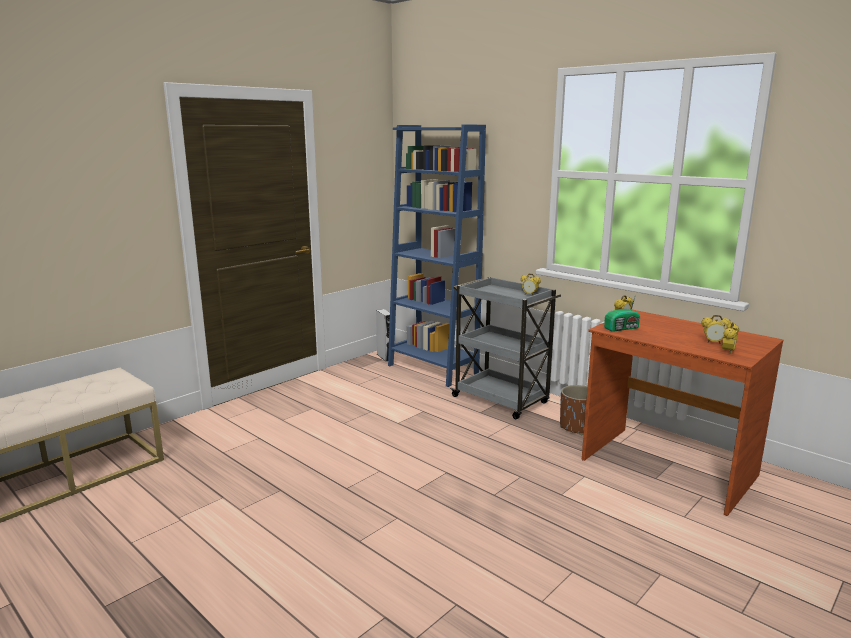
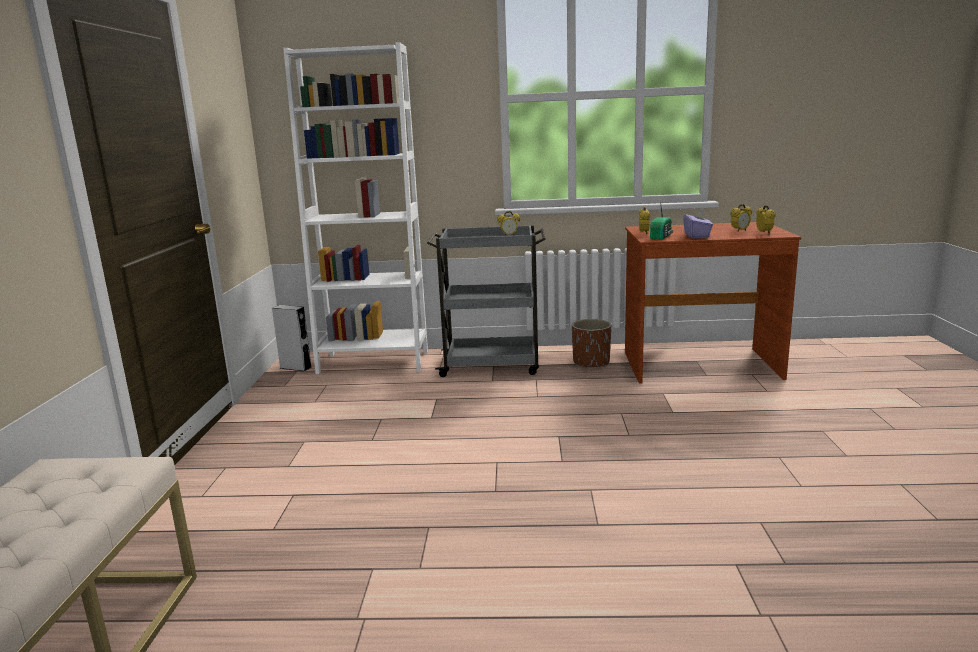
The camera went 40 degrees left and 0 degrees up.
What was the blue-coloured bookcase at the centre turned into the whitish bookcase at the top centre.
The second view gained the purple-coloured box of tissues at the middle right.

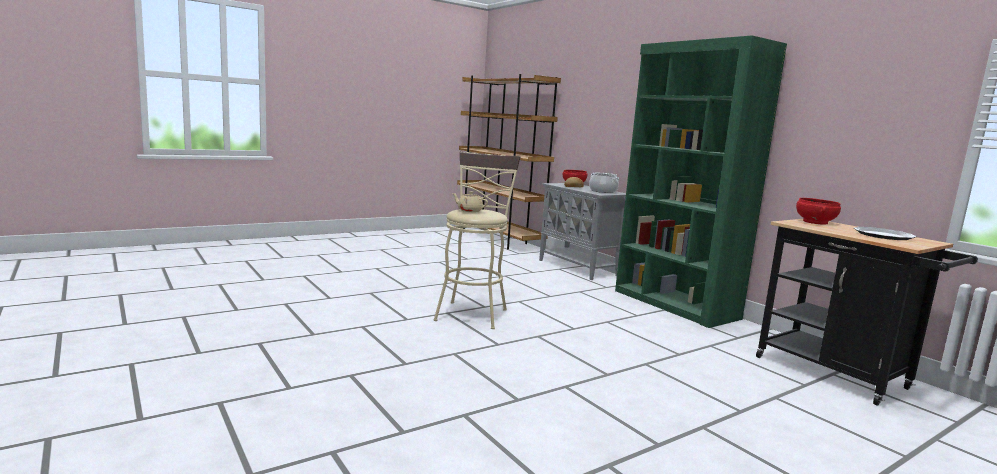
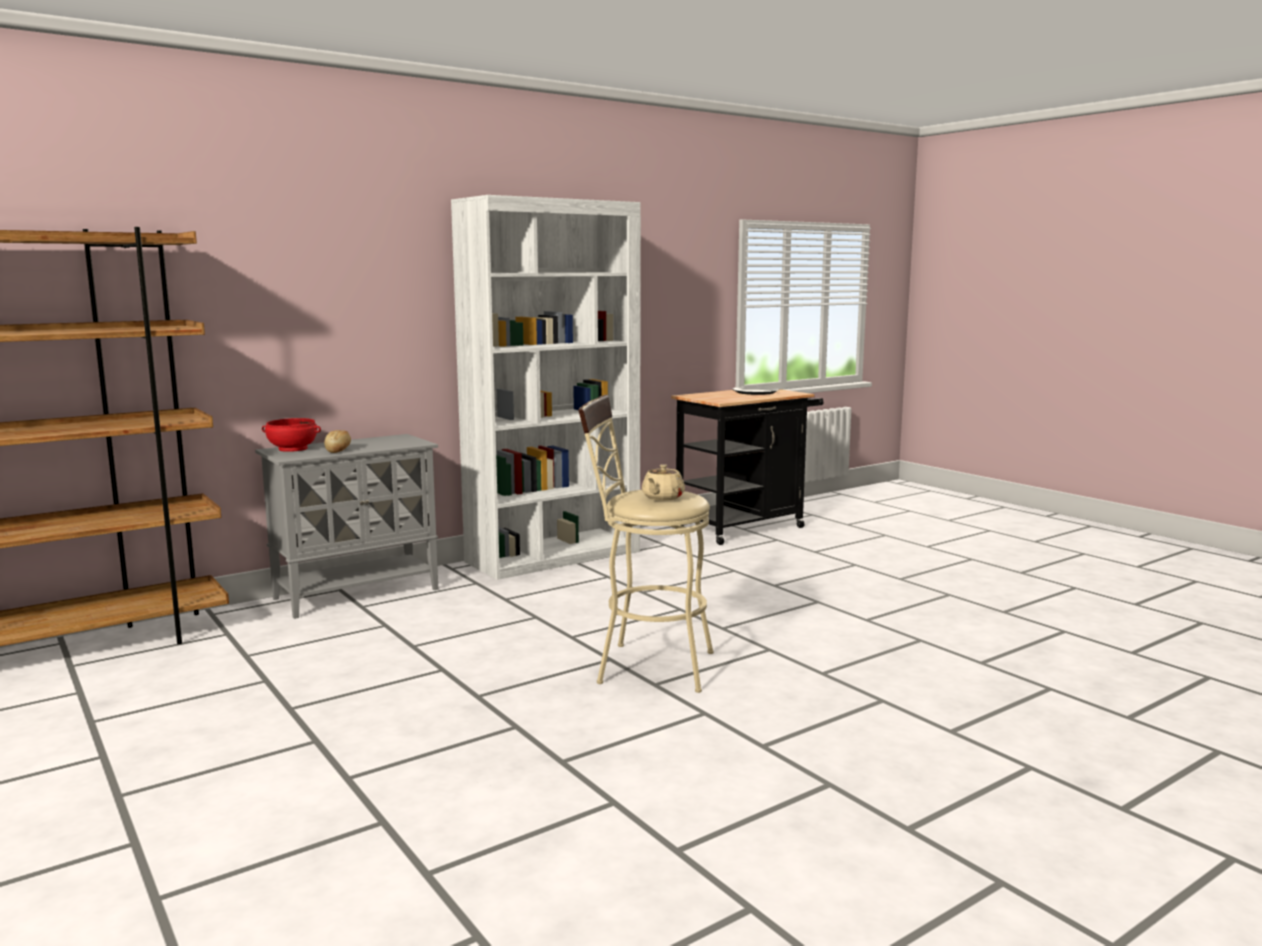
The camera went 90 degrees left and 0 degrees up.
What was the greenish bookcase at the middle right turned into the whitish bookcase at the centre.
The second view lost the saucepot at the centre.
The second view lost the red bowl (2nd from left) at the middle right.

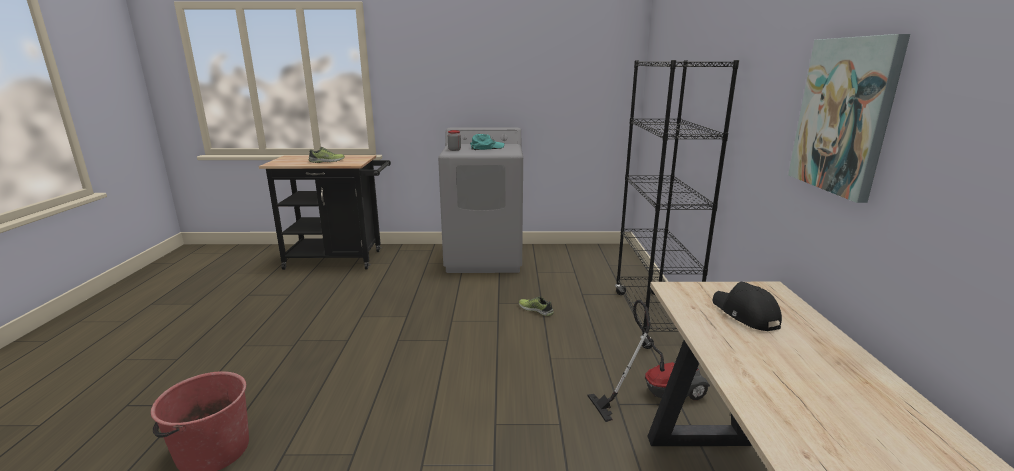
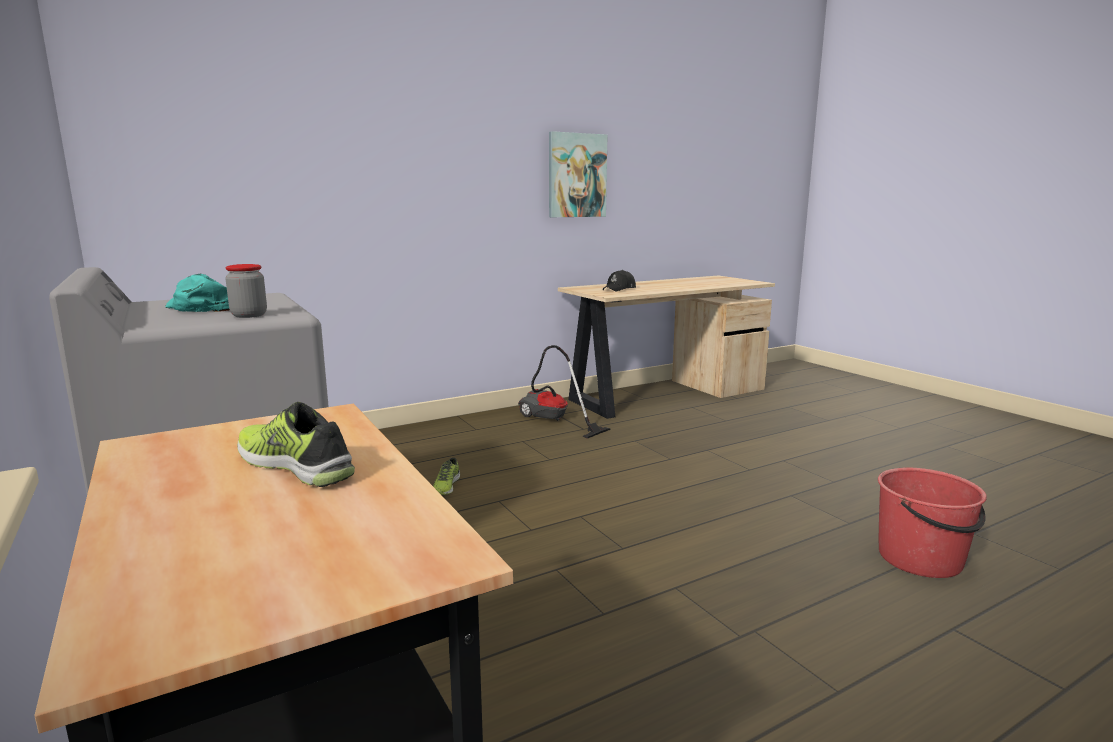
The camera went 120 degrees left and 5 degrees down.
The second view lost the black-coloured bookcase at the middle right.

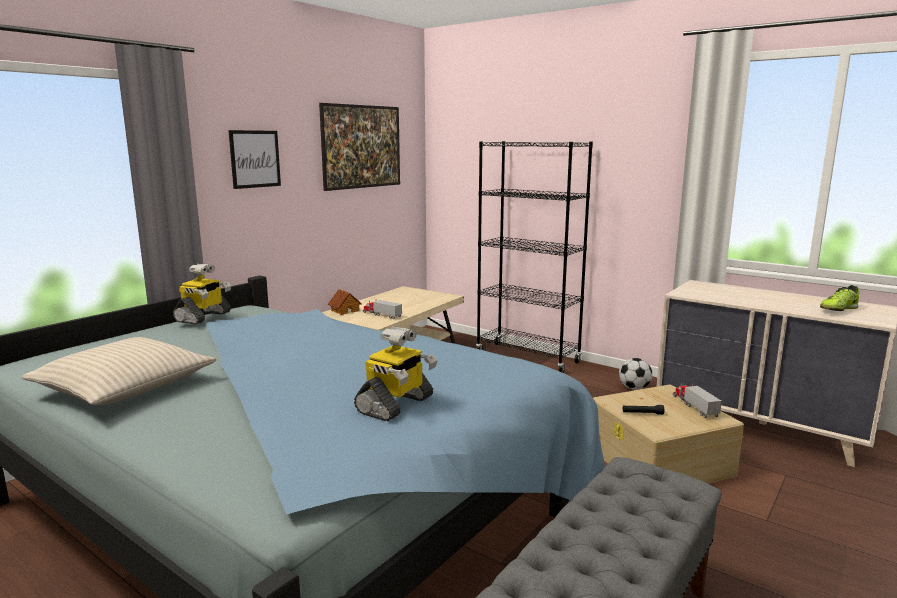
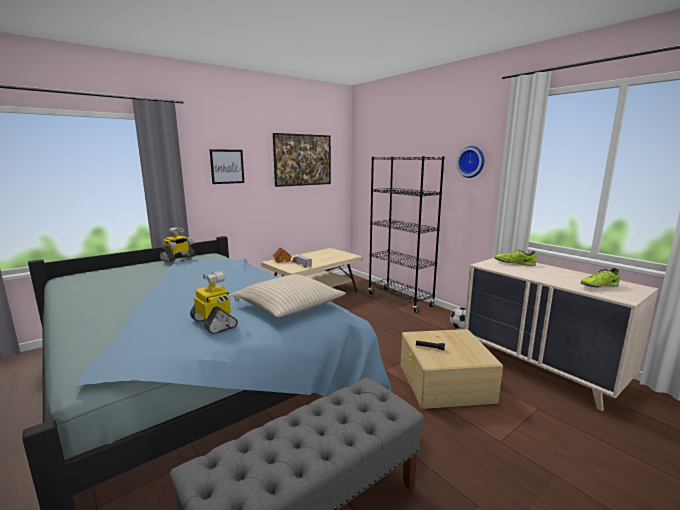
The camera went 15 degrees right and 0 degrees up.
The model robot (2nd from left) at the centre ended up facing another way, 90 degrees counterclockwise from before.
The beige pillow ended up elsewhere, having gone from the middle left to the centre.
The second view lost the toy lorry (2nd from left) at the bottom right.
The second view gained the hanging clock at the top right.
The second view gained the shoe (1st from left) at the middle right.

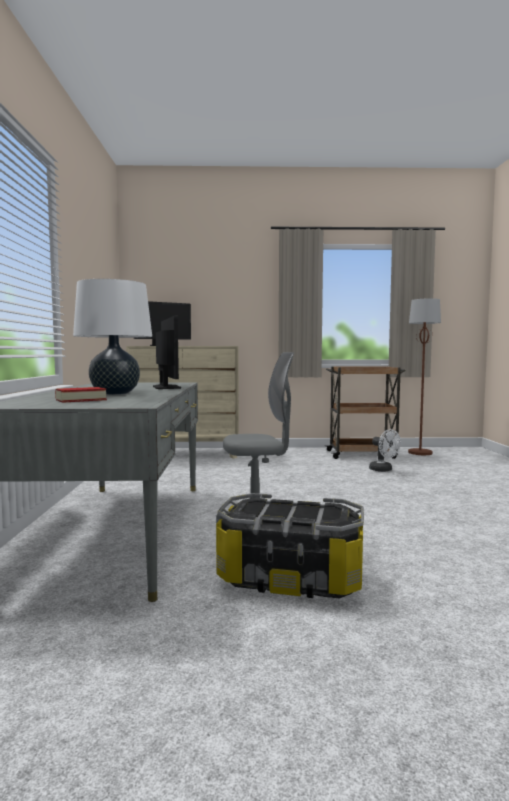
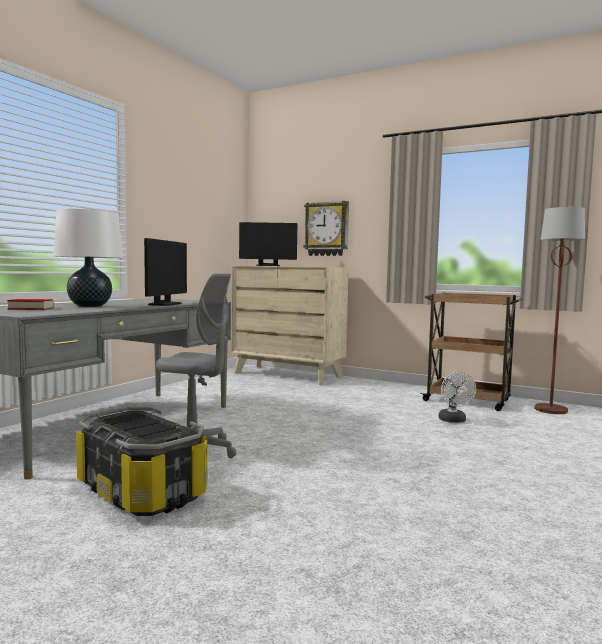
The camera went 30 degrees right and 0 degrees up.
The second view gained the hanging clock at the centre.

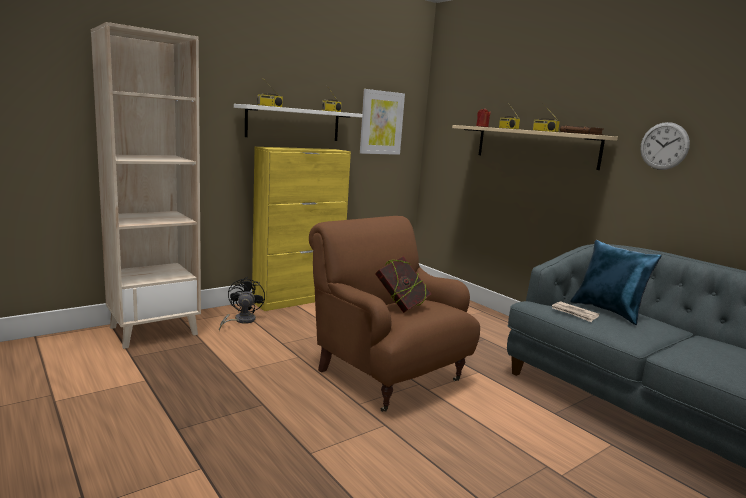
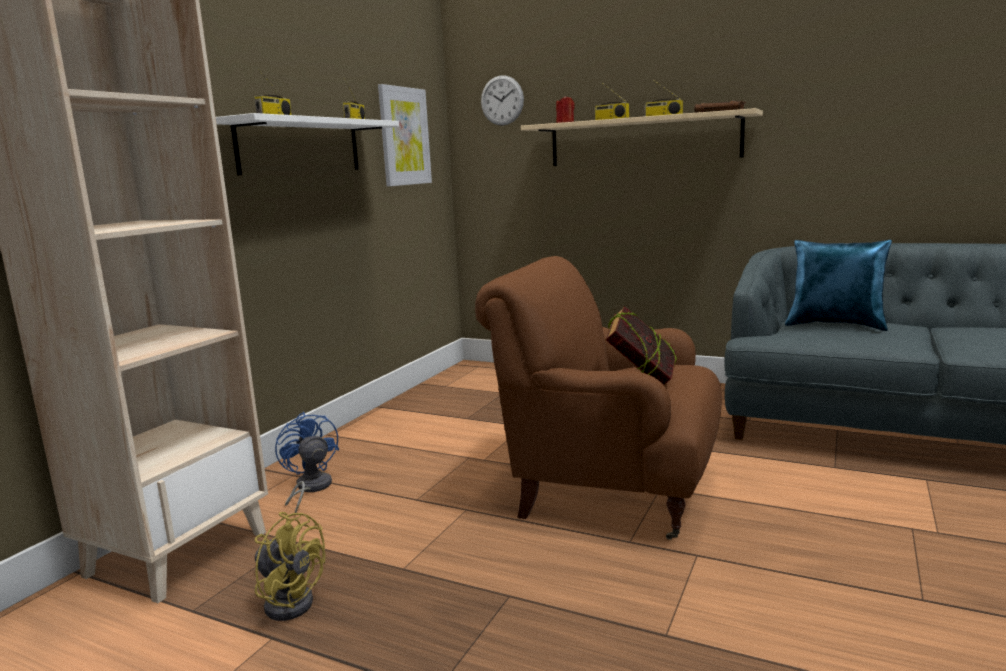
The camera went 25 degrees left and 0 degrees up.
The hanging clock ended up elsewhere, having gone from the top right to the top centre.
The second view lost the yellowish cupboard at the centre.
What was the black-coloured electric fan at the middle left turned into the blue-coloured electric fan at the bottom left.
The second view lost the newspaper at the middle right.
The second view gained the yellowish electric fan at the bottom left.

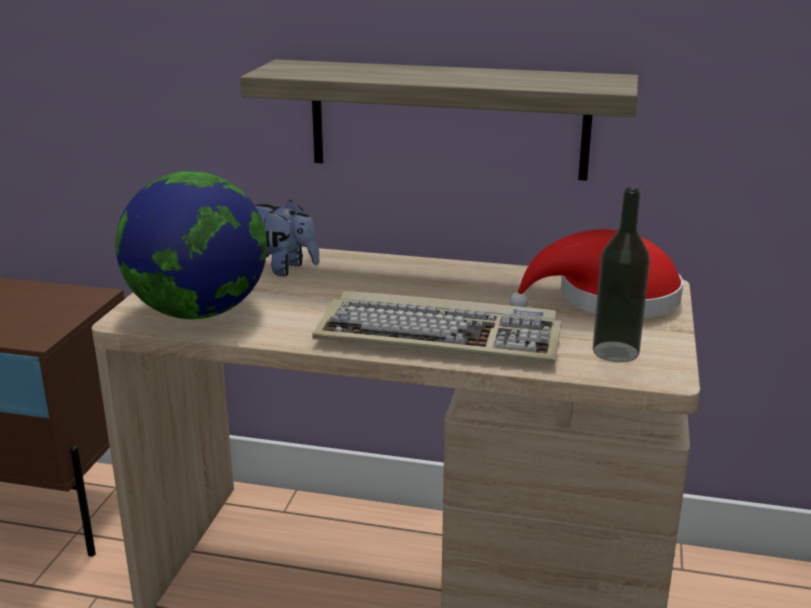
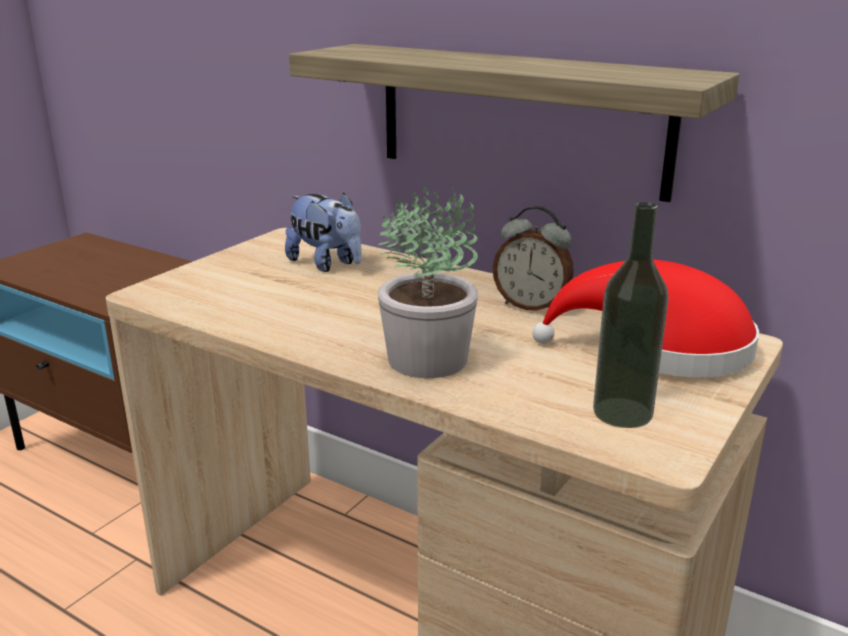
The camera went 20 degrees right and 0 degrees up.
The second view lost the world globe at the middle left.
Where the computer keyboard stood at the centre, the houseplant came to stand at the centre.
The second view gained the table clock at the centre.

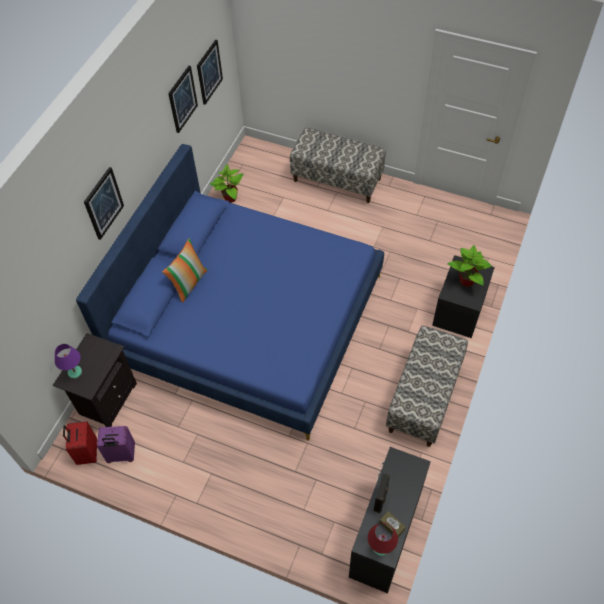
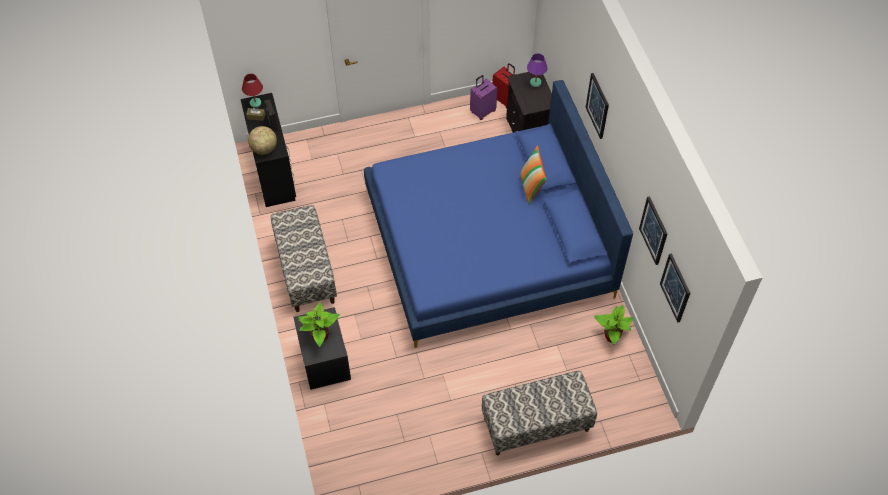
The camera went 140 degrees right and 0 degrees up.
The second view gained the world globe at the top left.

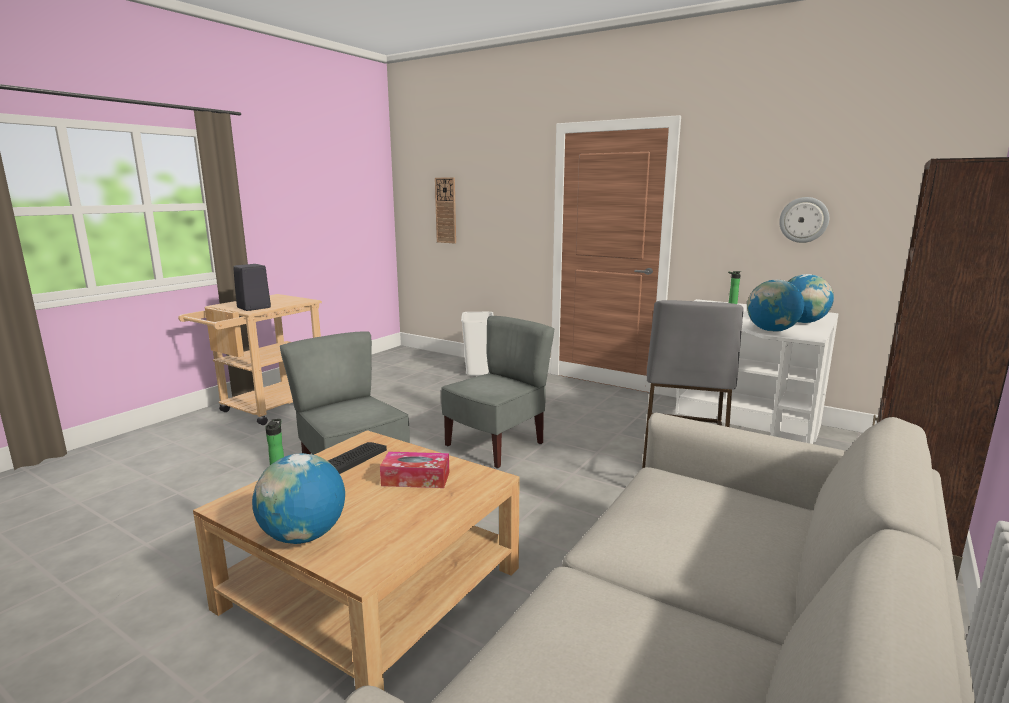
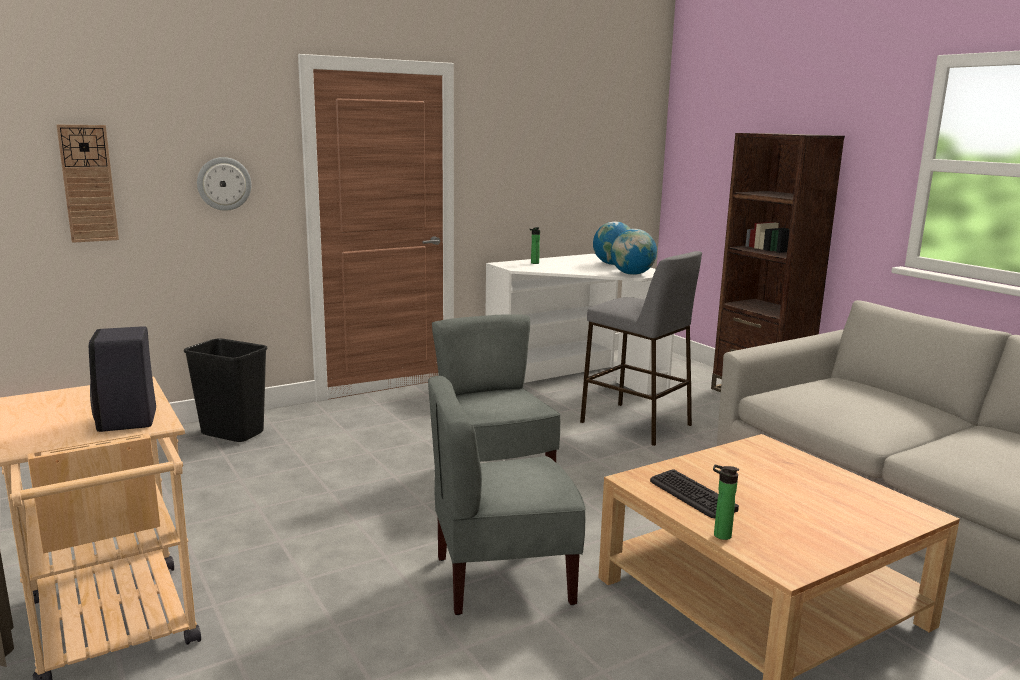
The camera went 65 degrees left and 0 degrees up.
The hanging clock (2nd from left) ended up elsewhere, having gone from the top right to the top left.
What was the whitish rubbish bin at the centre turned into the black-coloured rubbish bin at the middle left.
The second view lost the box of tissues at the bottom centre.
The second view lost the world globe (1st from left) at the bottom left.

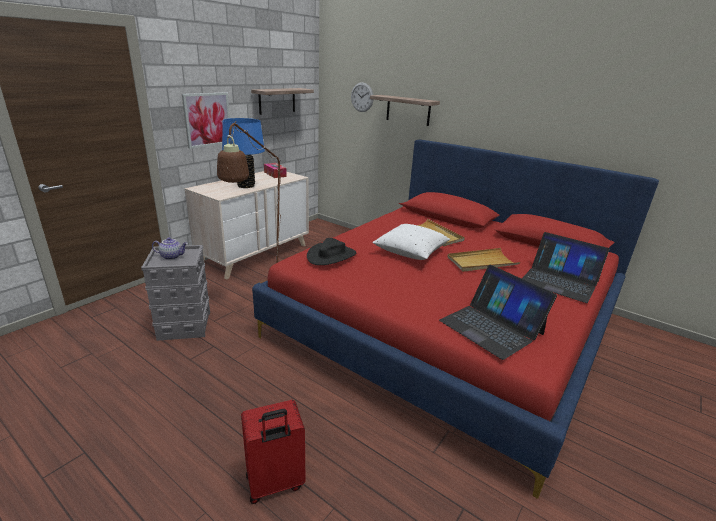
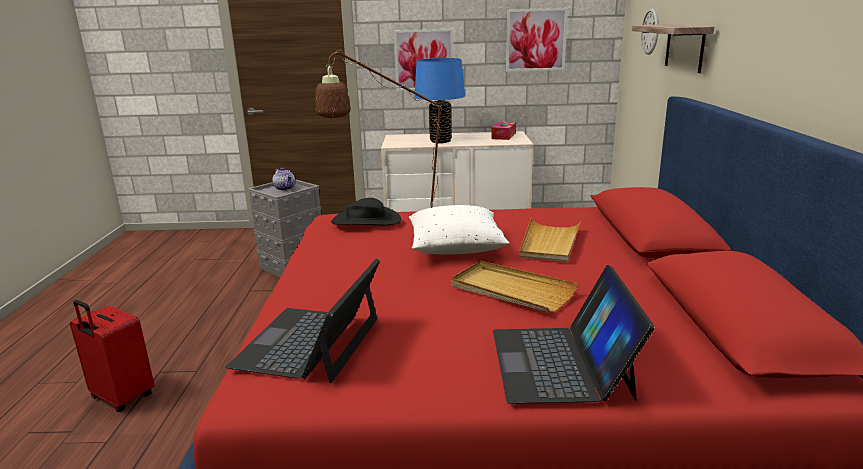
The camera went 55 degrees right and 5 degrees down.
Where the shelf (1st from left) hung at the top centre, the wall art (2nd from left) came to hang at the top centre.

